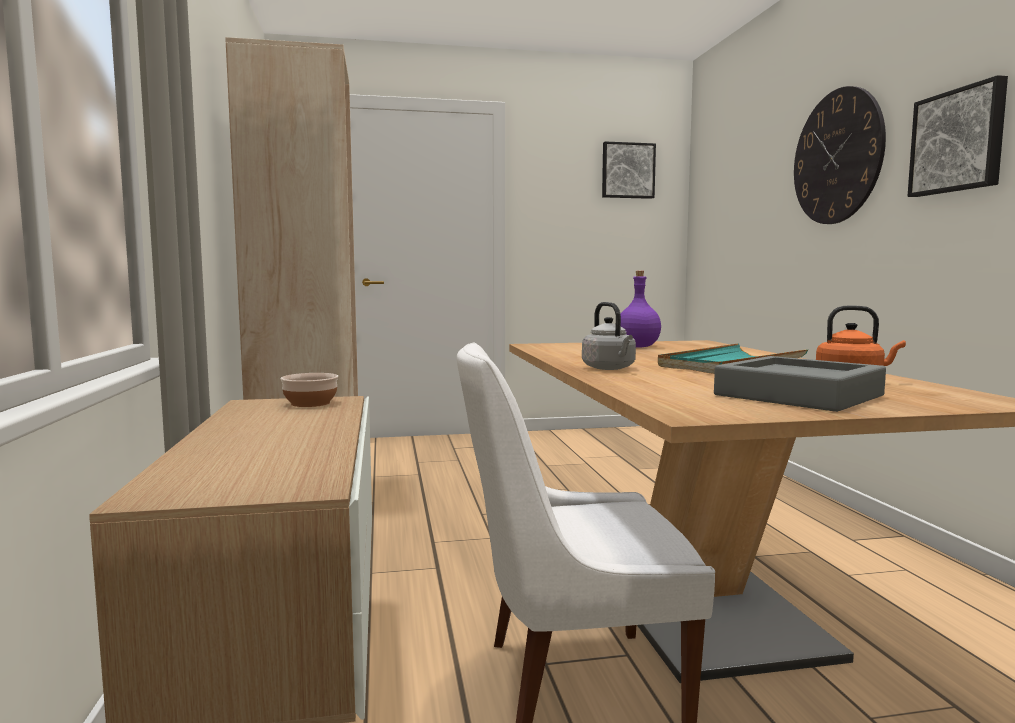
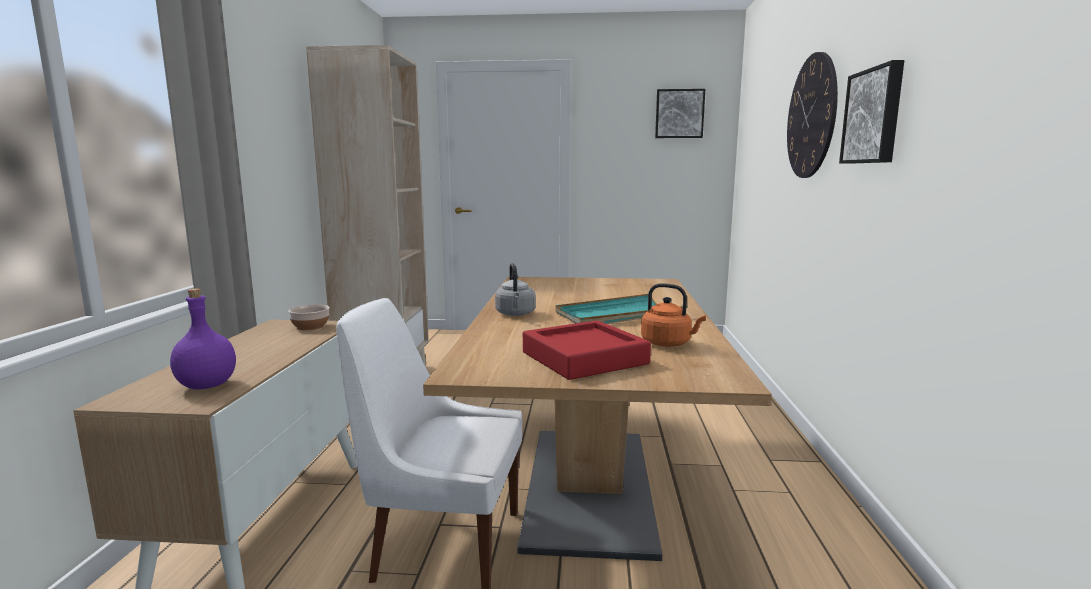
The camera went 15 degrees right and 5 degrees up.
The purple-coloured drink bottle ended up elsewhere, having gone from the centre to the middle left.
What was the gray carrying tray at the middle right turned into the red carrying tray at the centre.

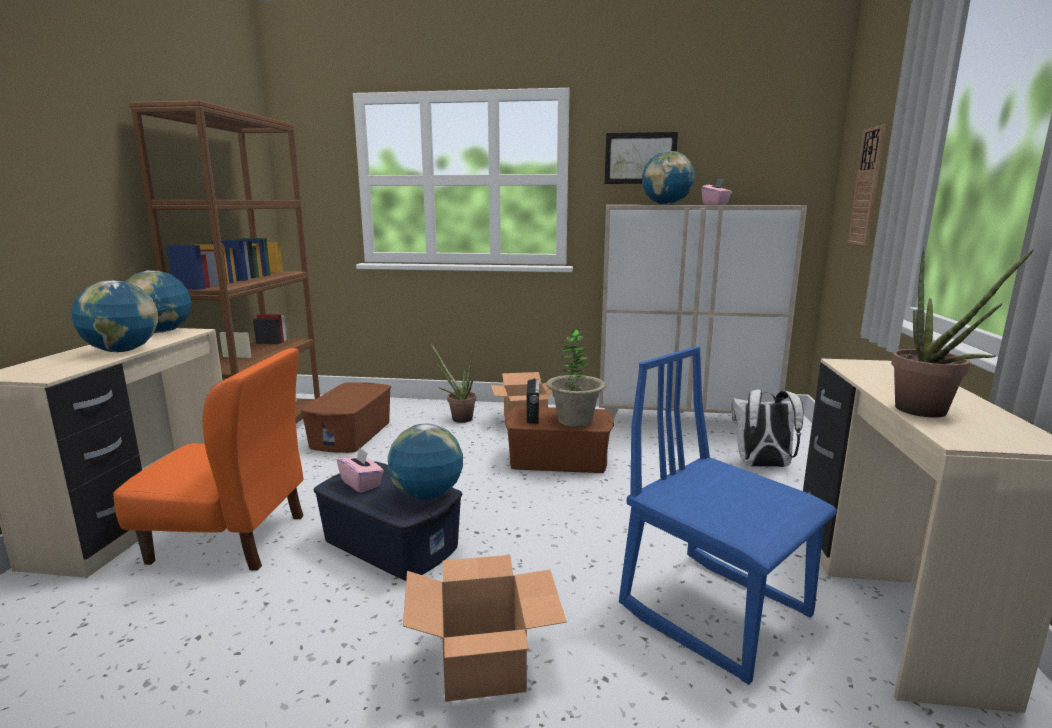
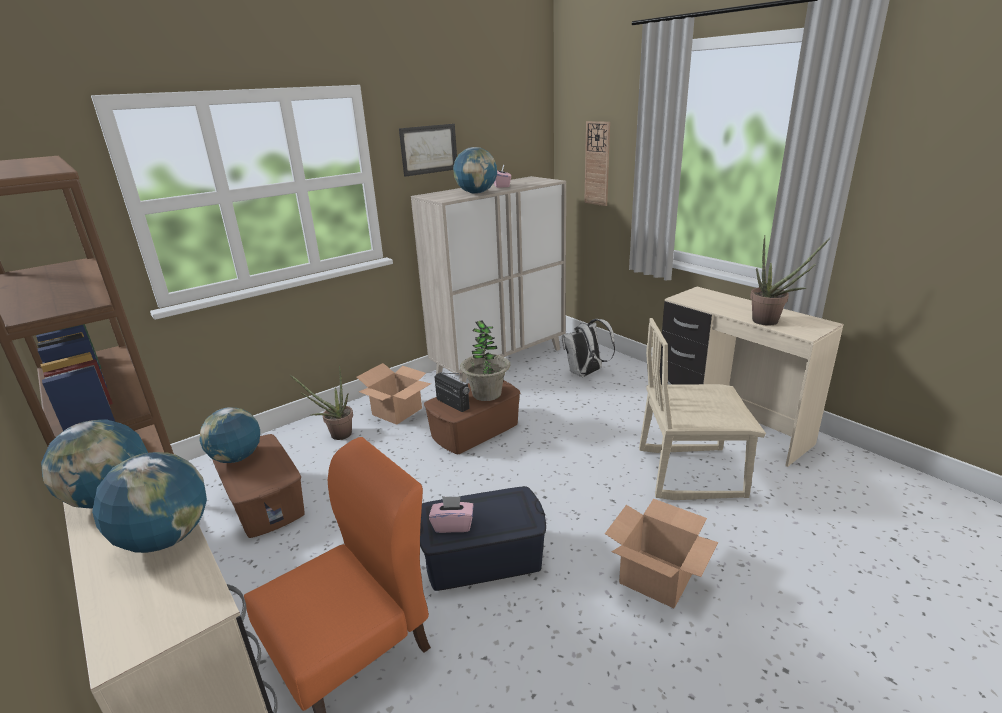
The camera went 45 degrees left and 10 degrees up.
What was the blue-coloured chair at the bottom right turned into the beige chair at the middle right.
The world globe (3rd from left) ended up elsewhere, having gone from the centre to the middle left.

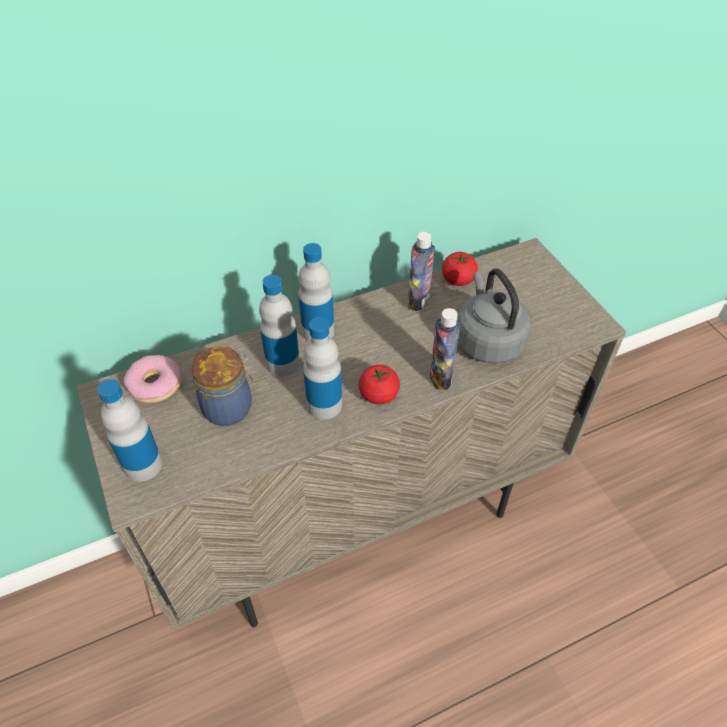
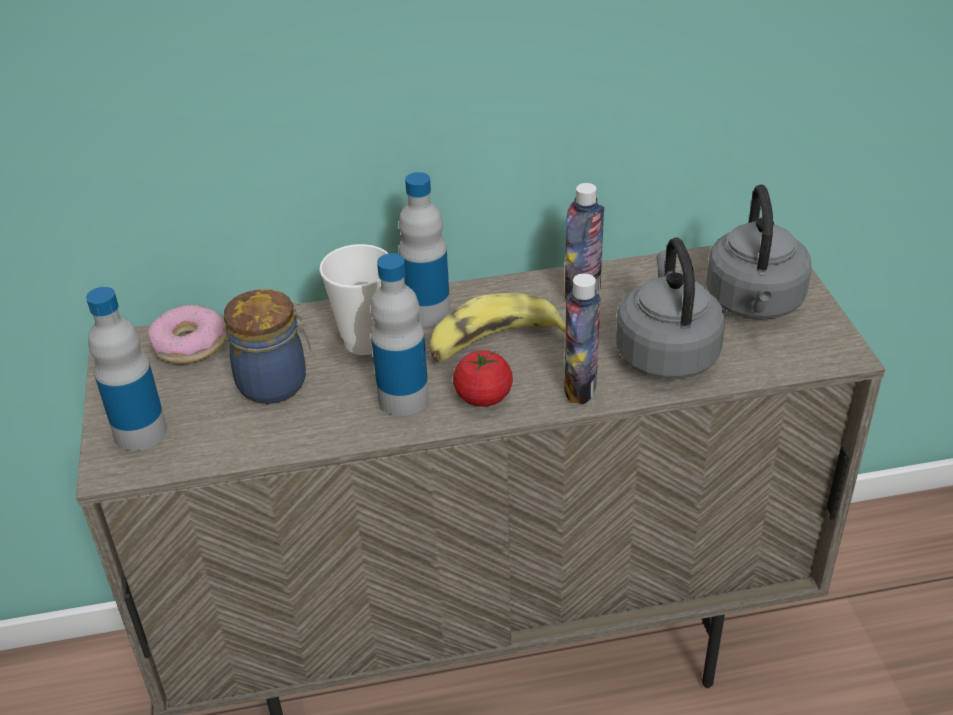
The camera went 15 degrees right and 10 degrees down.
The second view lost the tomato (2nd from left) at the centre.
Where the drink bottle (2nd from left) stood at the centre, the drinking cup came to stand at the centre.
The second view gained the gray tea kettle (2nd from left) at the middle right.
The second view gained the whole banana at the centre.

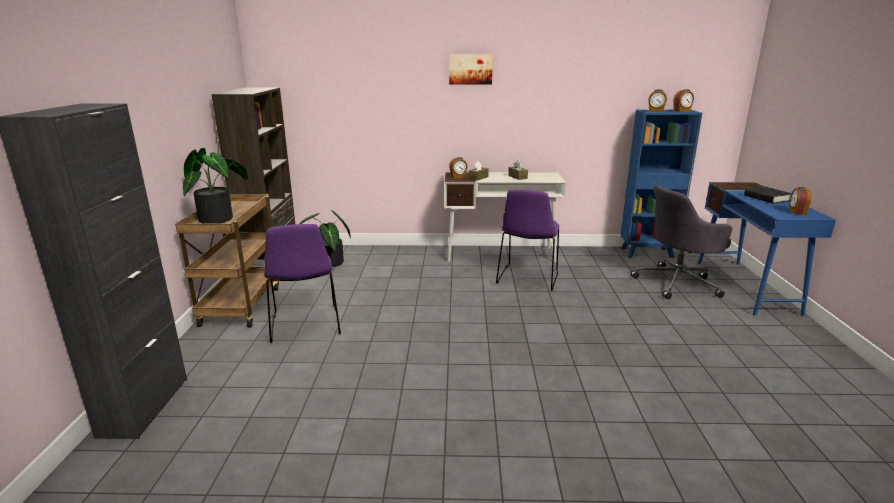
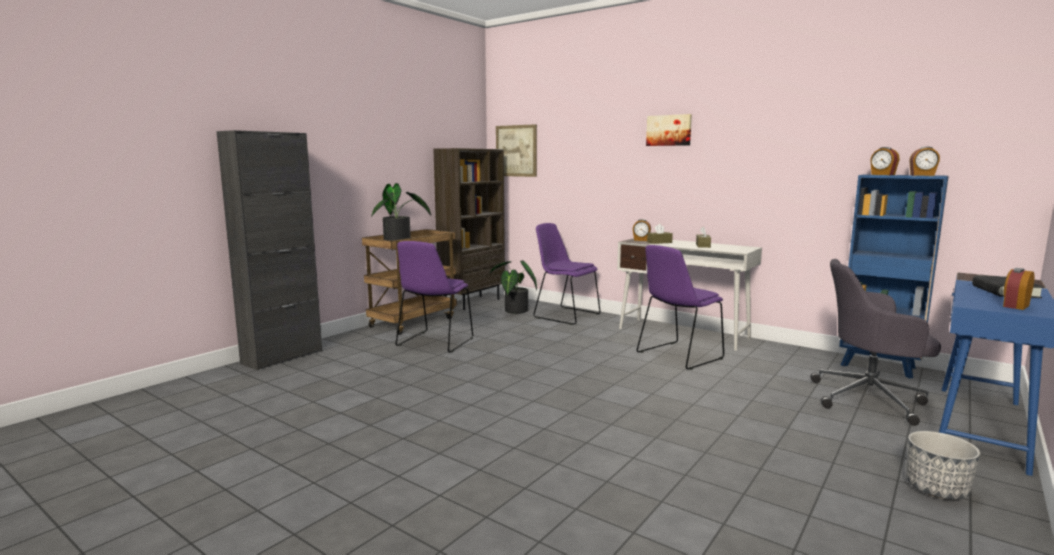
The camera went 35 degrees right and 10 degrees down.
The second view gained the wall art (1st from left) at the top centre.
The second view gained the purple-coloured chair (2nd from left) at the centre.
The second view gained the planter at the bottom right.

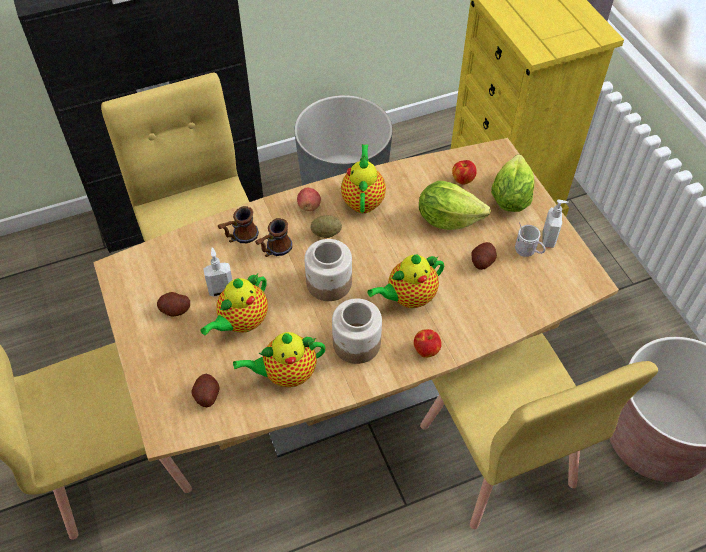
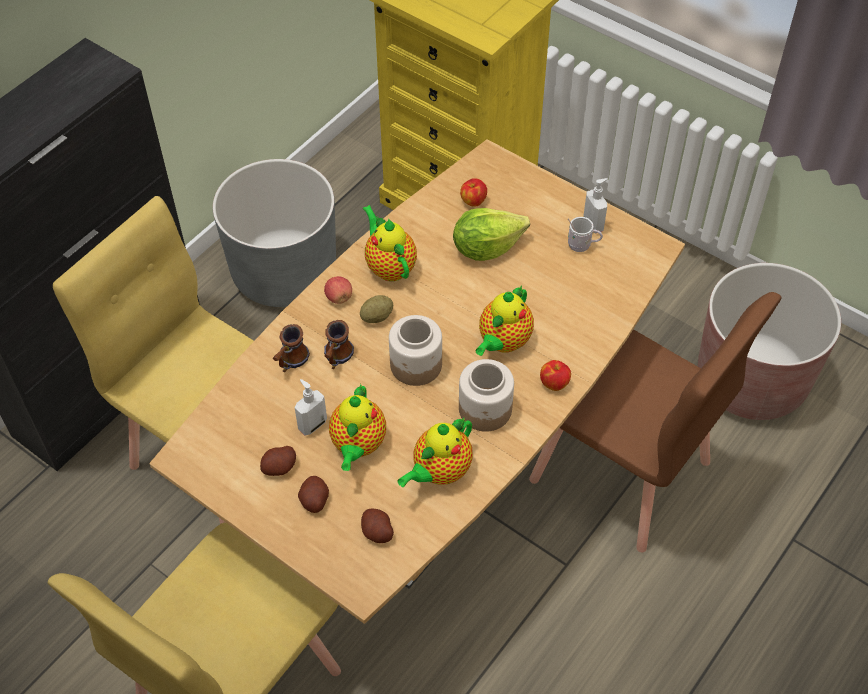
The camera went 30 degrees left and 0 degrees up.
The second view lost the head of lettuce (2nd from left) at the top right.
The potato (4th from left in the first image) ended up elsewhere, having gone from the middle right to the bottom centre.
What was the yellowish chair (3rd from left) at the bottom right turned into the brownish chair at the middle right.

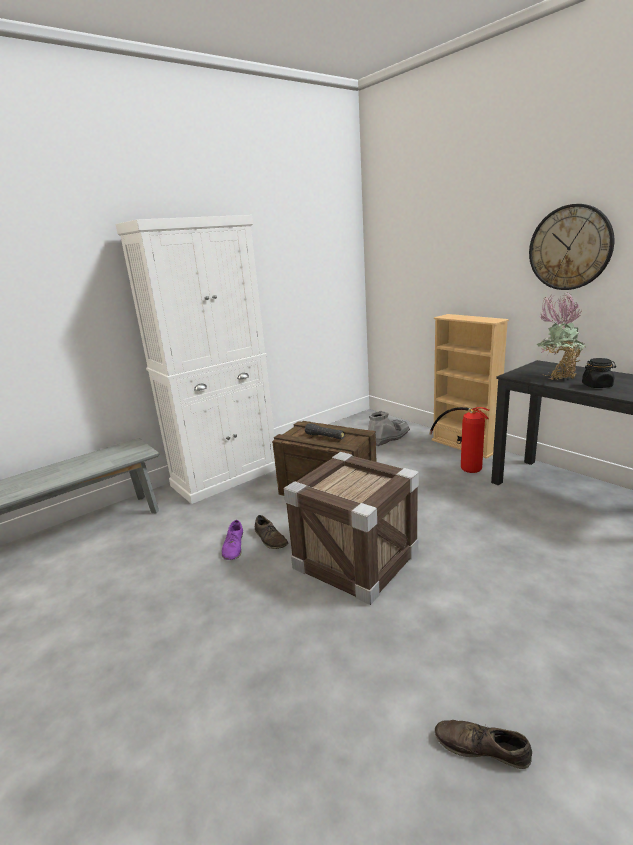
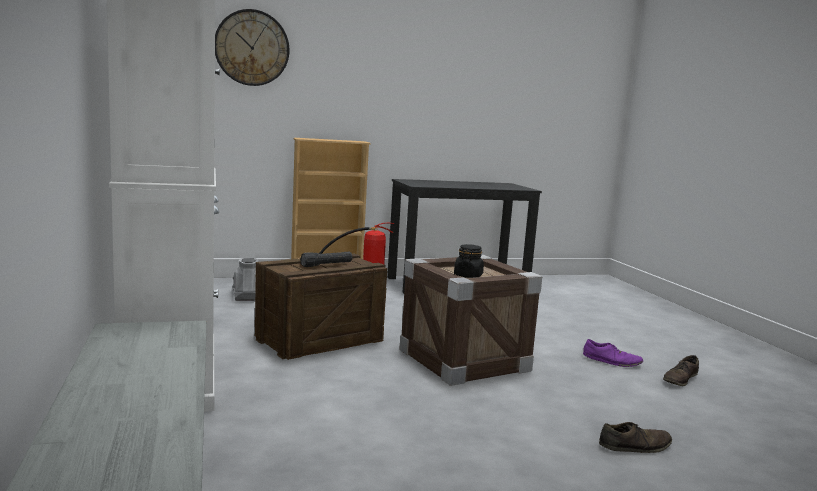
The camera went 70 degrees left and 10 degrees down.
The hanging clock ended up elsewhere, having gone from the top right to the top left.
The second view lost the houseplant at the middle right.
The black-coloured jar ended up elsewhere, having gone from the middle right to the centre.
The brownish shoe (1st from left) ended up elsewhere, having gone from the centre to the bottom right.
The purple-coloured shoe ended up elsewhere, having gone from the centre to the bottom right.

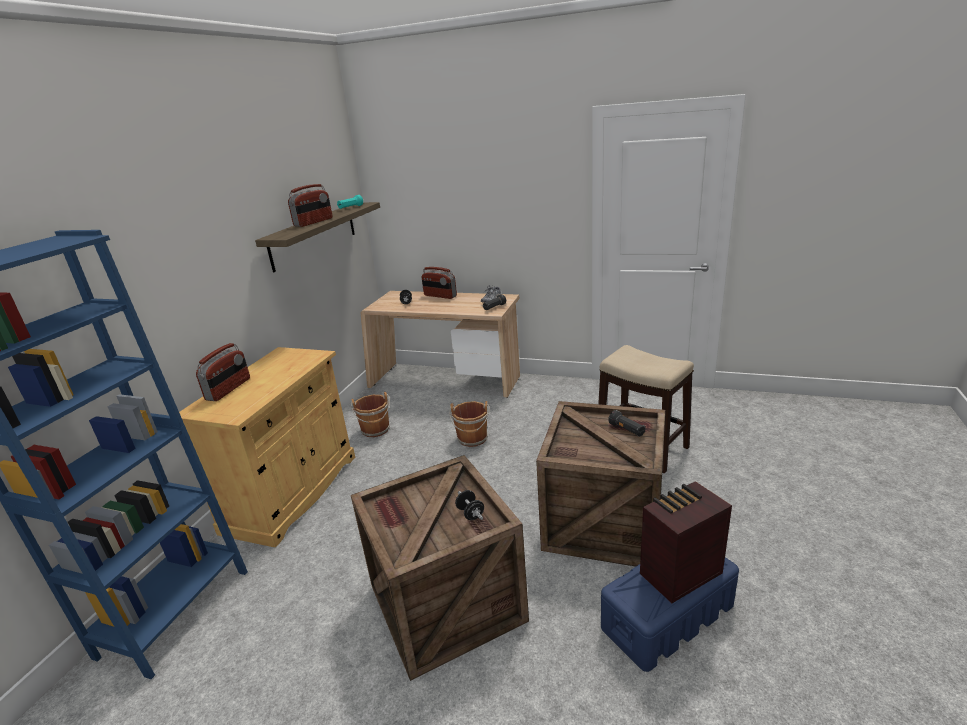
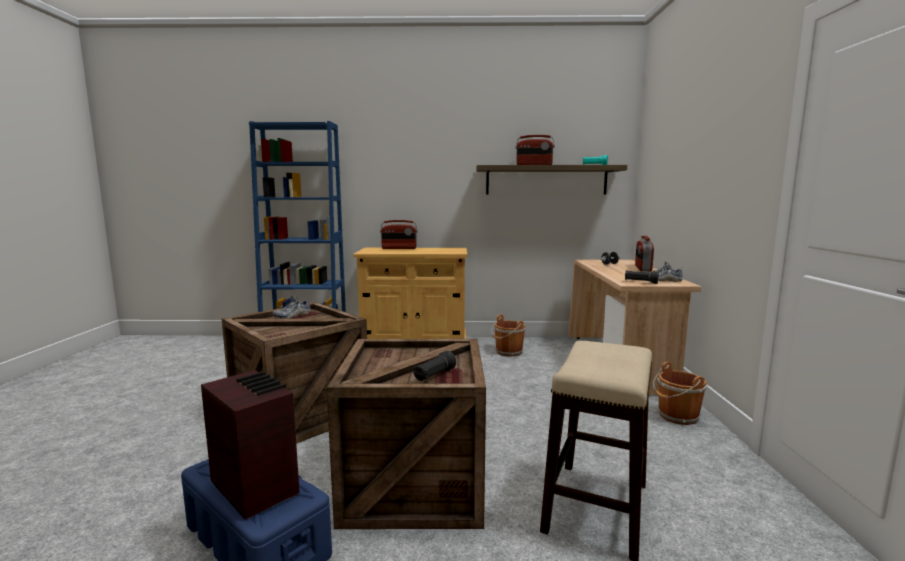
The camera went 70 degrees right and 15 degrees down.
The brownish bucket (2nd from left) ended up elsewhere, having gone from the centre to the bottom right.
The second view lost the black-coloured free weight (2nd from left) at the bottom centre.
The second view gained the shoe (1st from left) at the middle left.

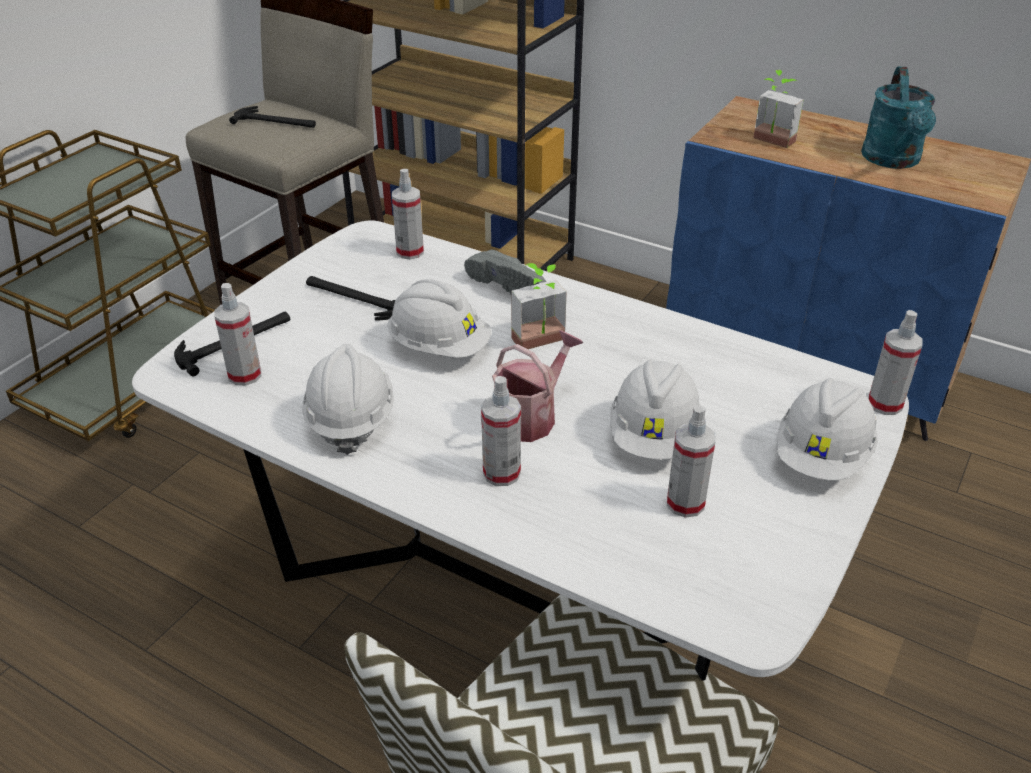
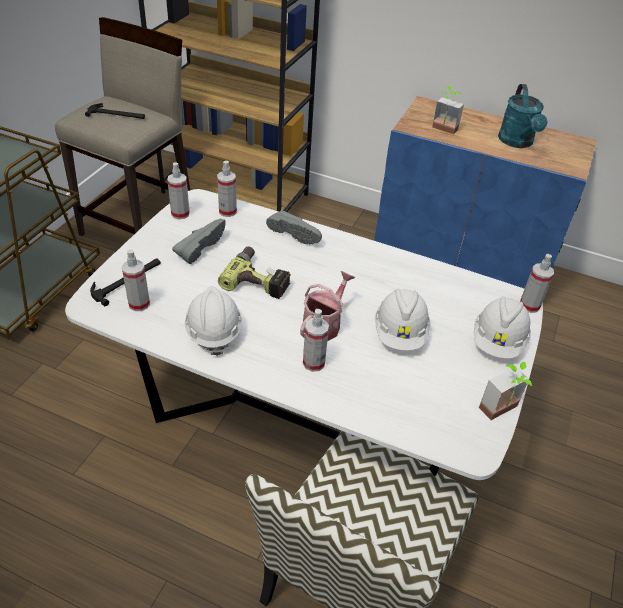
The camera went 10 degrees left and 5 degrees up.
The houseplant (1st from left in the first image) ended up elsewhere, having gone from the centre to the middle right.
Where the tool hammer (3rd from left) stood at the centre, the gray shoe (1st from left) came to stand at the middle left.
Where the whitish hard hat (2nd from left) stood at the centre, the drill came to stand at the centre.
The sprayer (4th from left in the first image) ended up elsewhere, having gone from the middle right to the top left.

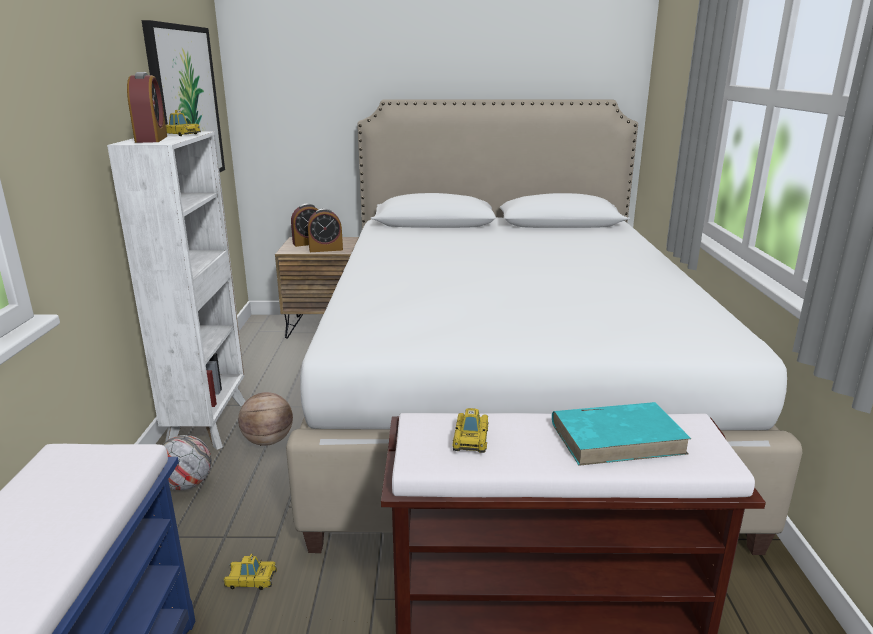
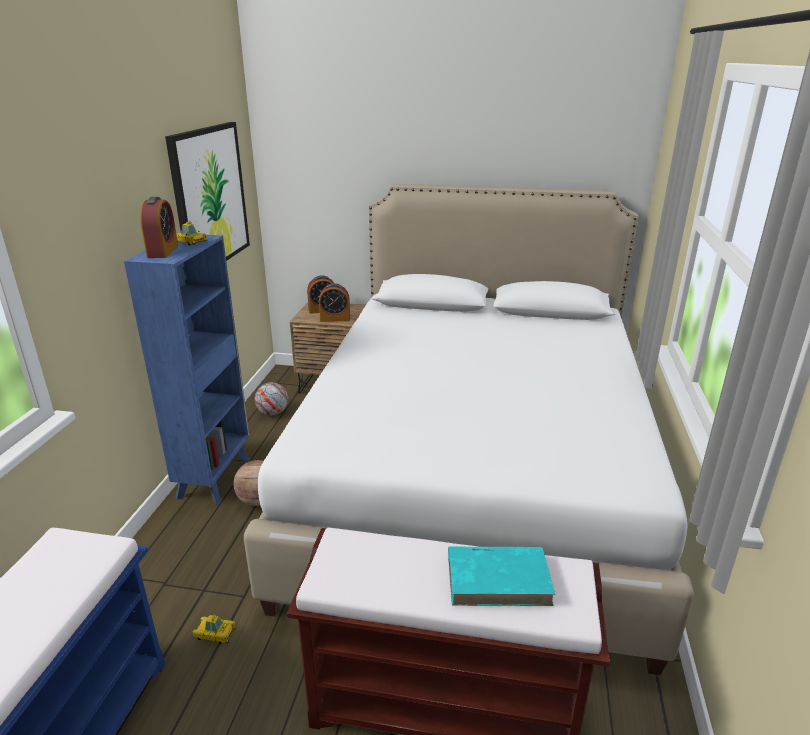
The camera went 10 degrees right and 5 degrees up.
What was the whitish bookcase at the middle left turned into the blue-coloured bookcase at the middle left.
The second view lost the model car (3rd from left) at the bottom centre.
The football ended up elsewhere, having gone from the bottom left to the centre.

